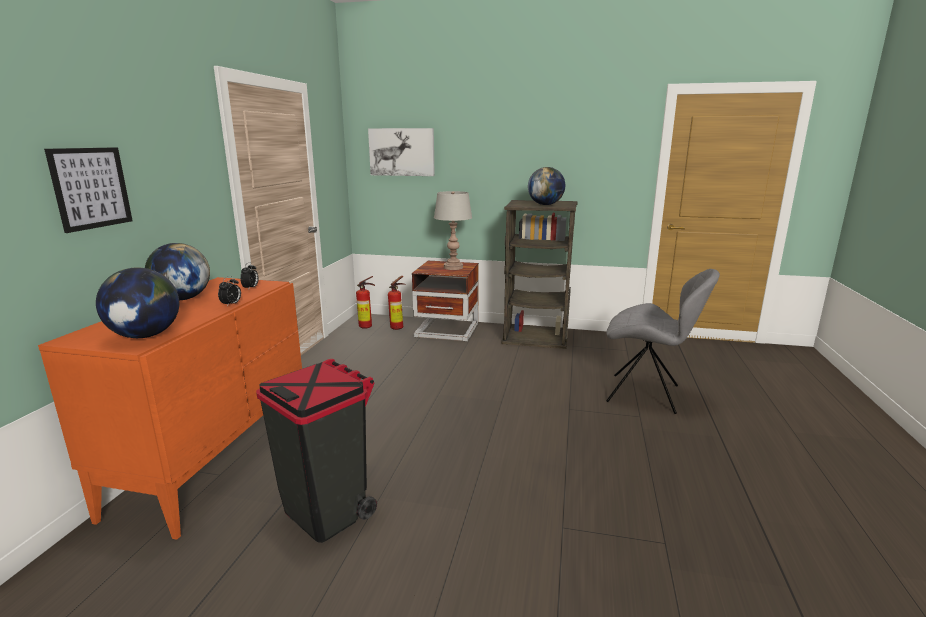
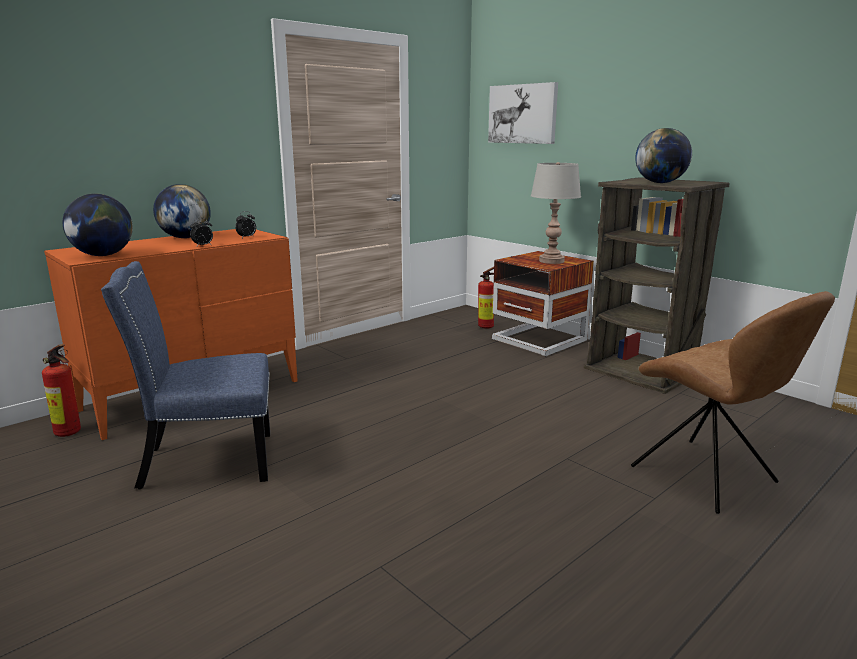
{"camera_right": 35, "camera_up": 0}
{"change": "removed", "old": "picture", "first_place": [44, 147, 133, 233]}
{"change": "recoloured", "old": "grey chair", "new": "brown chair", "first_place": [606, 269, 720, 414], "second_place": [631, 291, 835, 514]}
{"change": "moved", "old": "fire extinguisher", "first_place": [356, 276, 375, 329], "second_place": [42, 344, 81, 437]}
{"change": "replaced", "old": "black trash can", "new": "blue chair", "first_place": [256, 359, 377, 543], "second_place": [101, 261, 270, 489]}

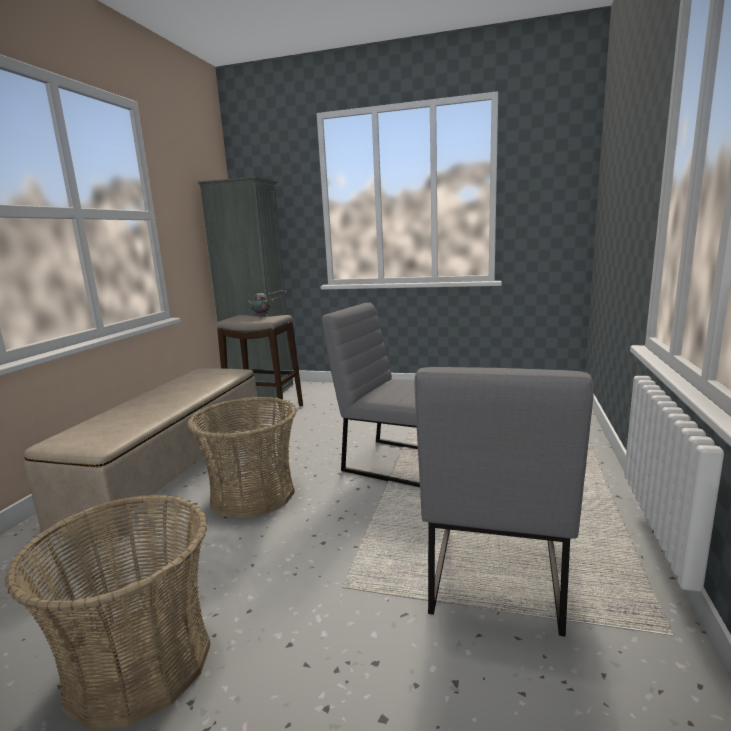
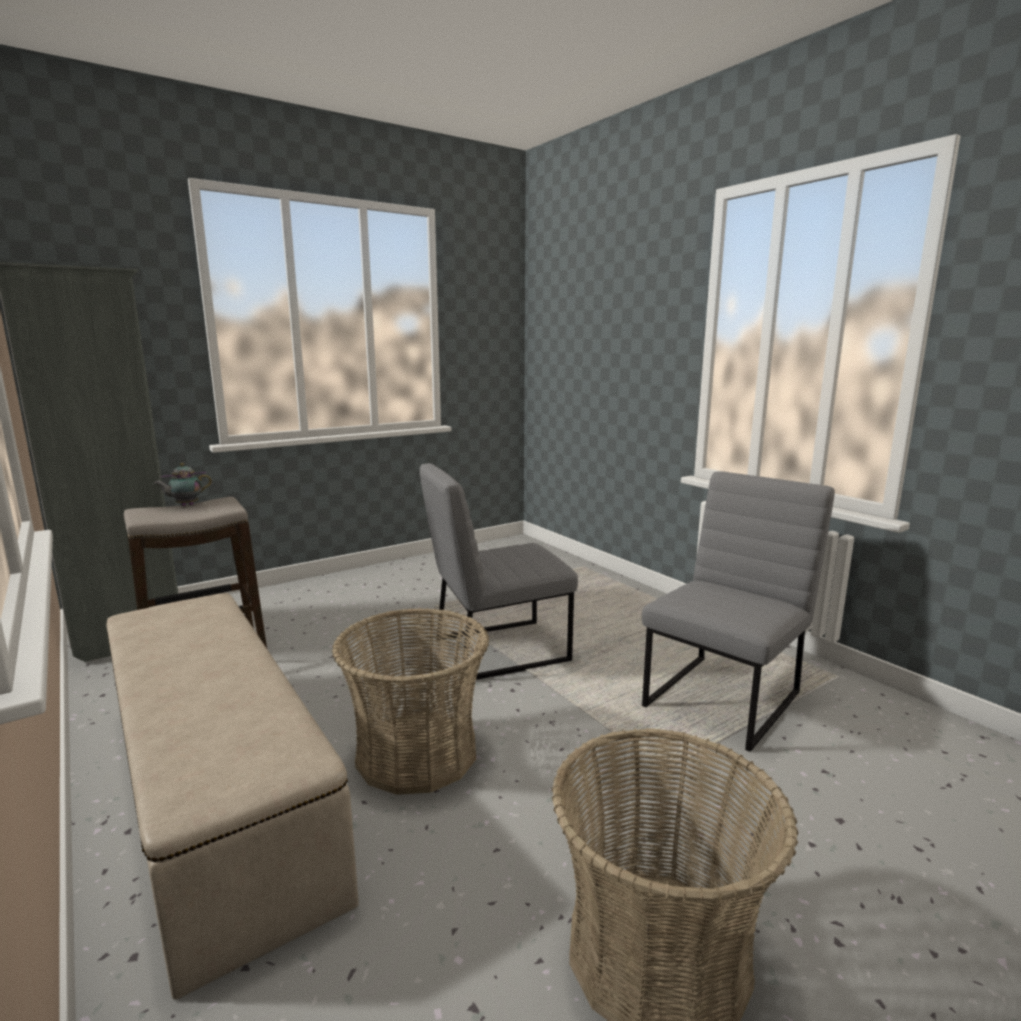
{"camera_right": -50, "camera_up": 0}
{"change": "turned", "old": "grey chair", "first_place": [415, 367, 594, 637], "second_place": [642, 471, 835, 752], "degrees": -105}

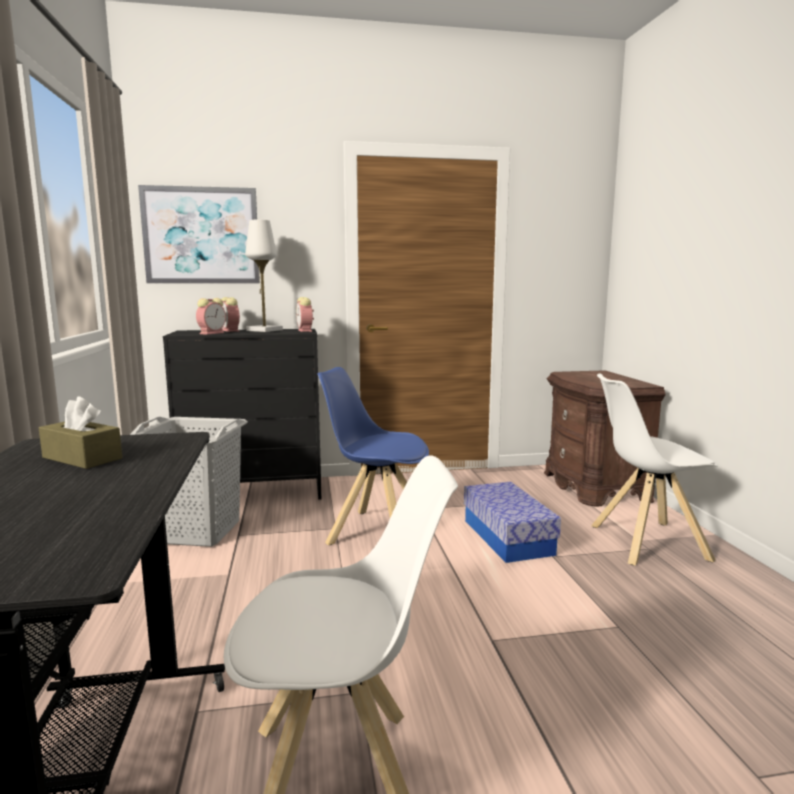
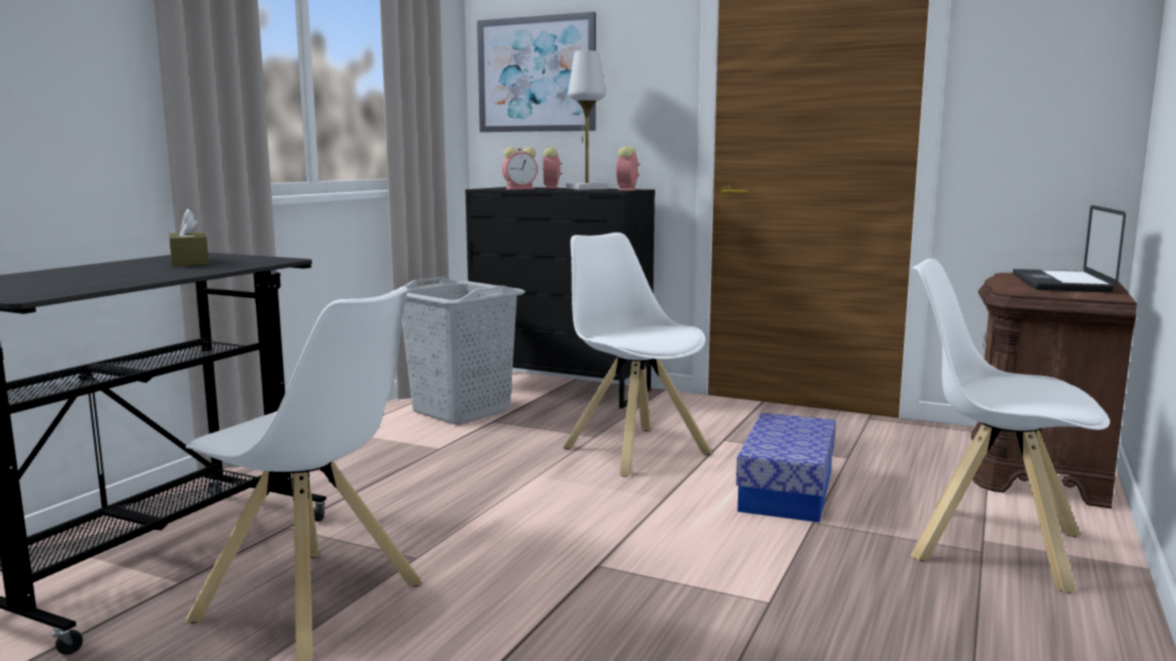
{"camera_right": 35, "camera_up": 0}
{"change": "recoloured", "old": "blue chair", "new": "white chair", "first_place": [317, 367, 429, 545], "second_place": [563, 232, 712, 477]}
{"change": "added", "new": "laptop", "second_place": [1013, 205, 1126, 292]}

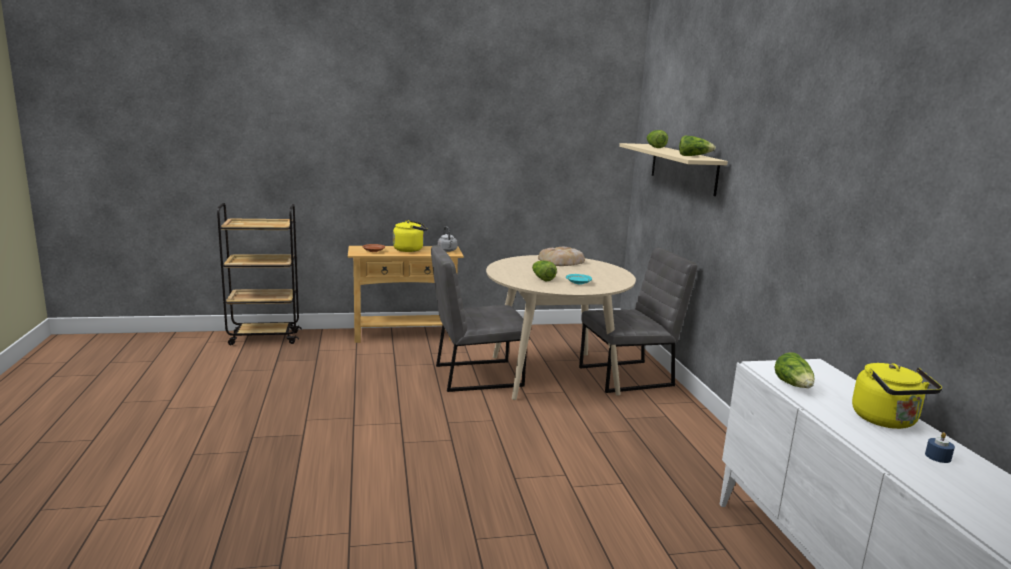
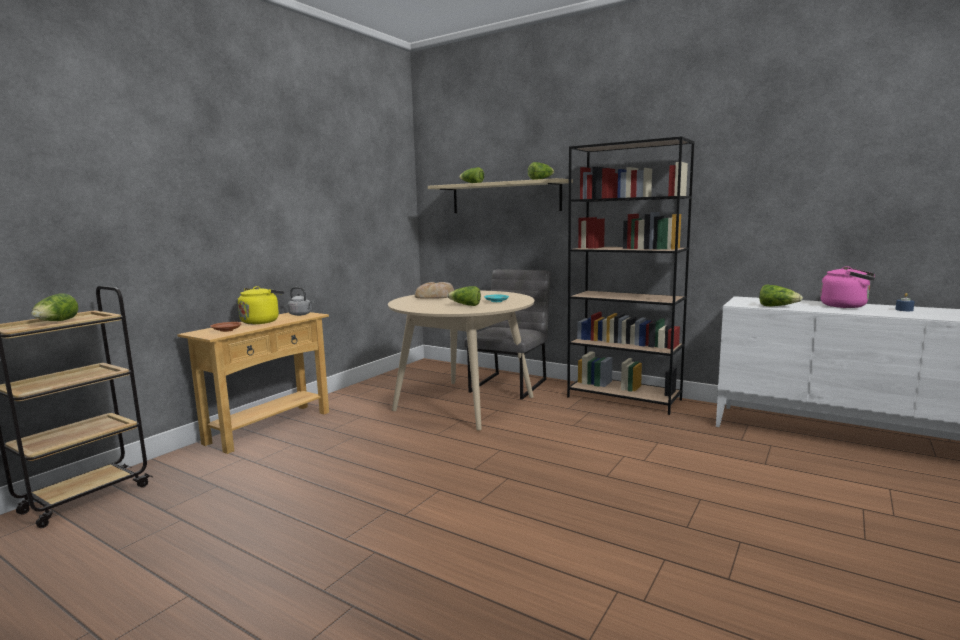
{"camera_right": -45, "camera_up": -5}
{"change": "removed", "old": "grey chair", "first_place": [431, 245, 527, 392]}
{"change": "recoloured", "old": "yellow kettle", "new": "pink kettle", "first_place": [852, 363, 942, 429], "second_place": [820, 266, 875, 308]}
{"change": "added", "new": "beige bookcase", "second_place": [567, 136, 694, 415]}
{"change": "added", "new": "lettuce", "second_place": [31, 293, 78, 321]}

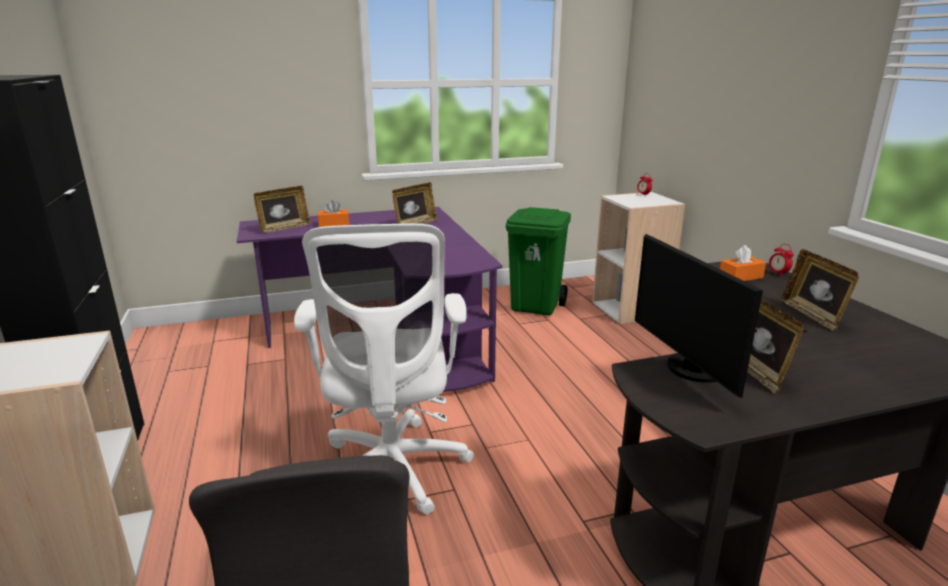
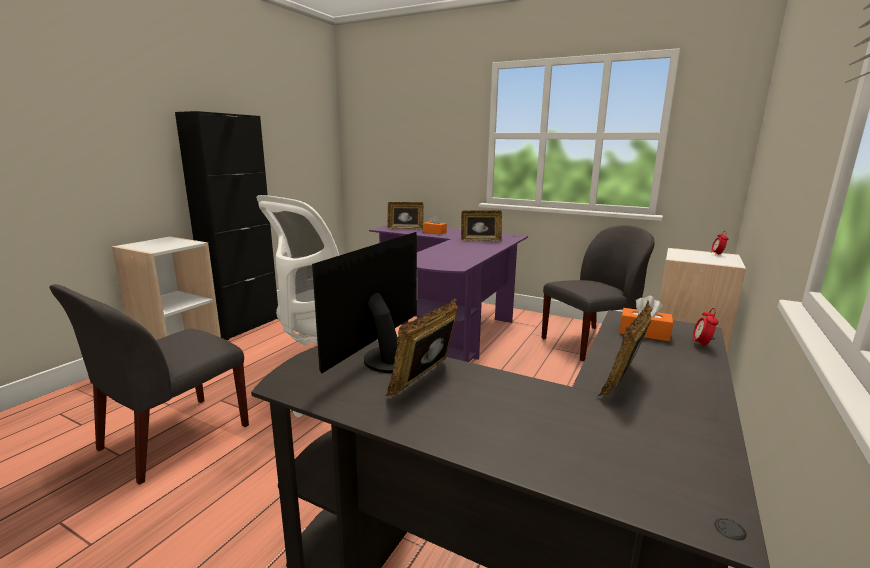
{"camera_right": 45, "camera_up": -5}
{"change": "replaced", "old": "green trash can", "new": "grey chair", "first_place": [506, 207, 571, 316], "second_place": [542, 225, 655, 361]}

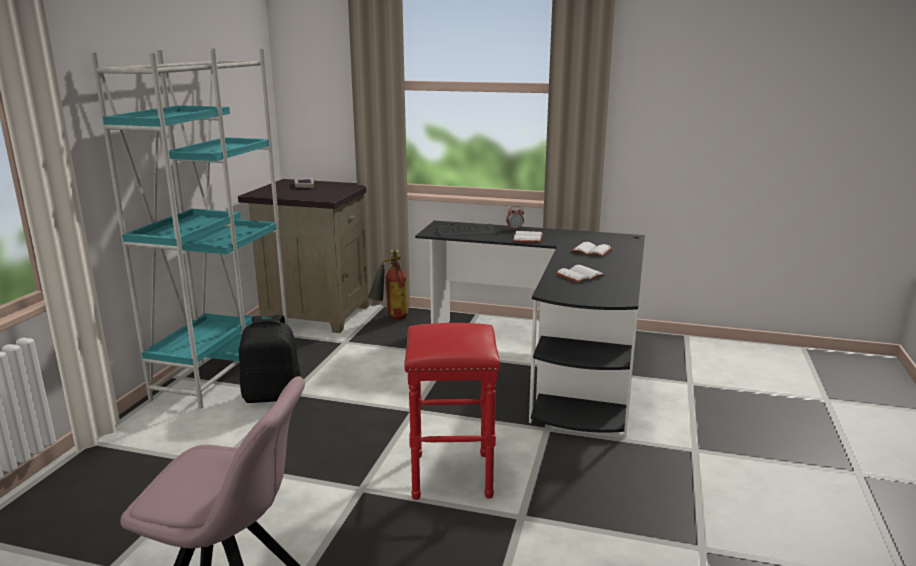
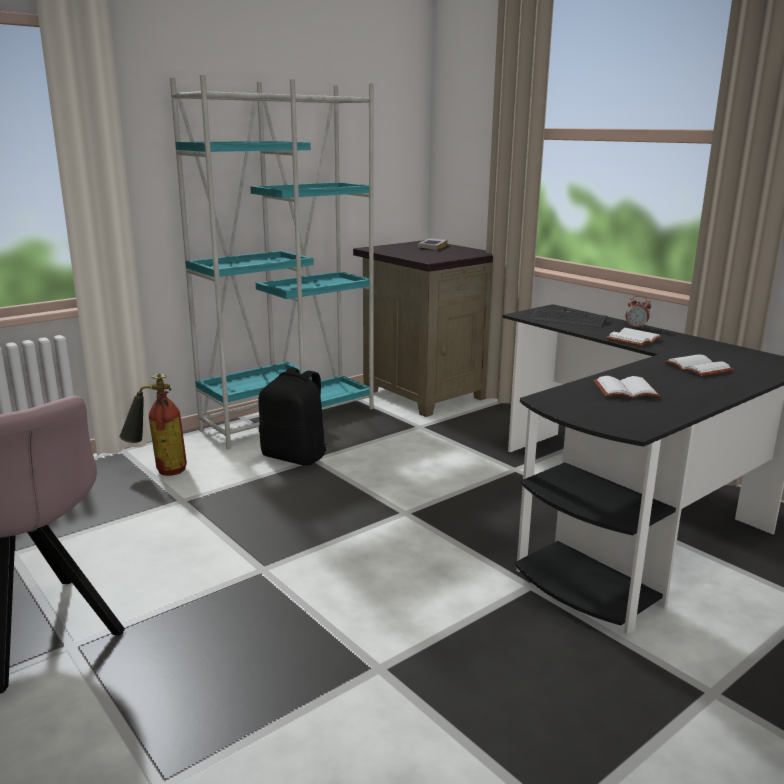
{"camera_right": 35, "camera_up": 0}
{"change": "moved", "old": "fire extinguisher", "first_place": [368, 249, 408, 320], "second_place": [119, 374, 187, 476]}
{"change": "removed", "old": "red stool", "first_place": [404, 323, 500, 500]}

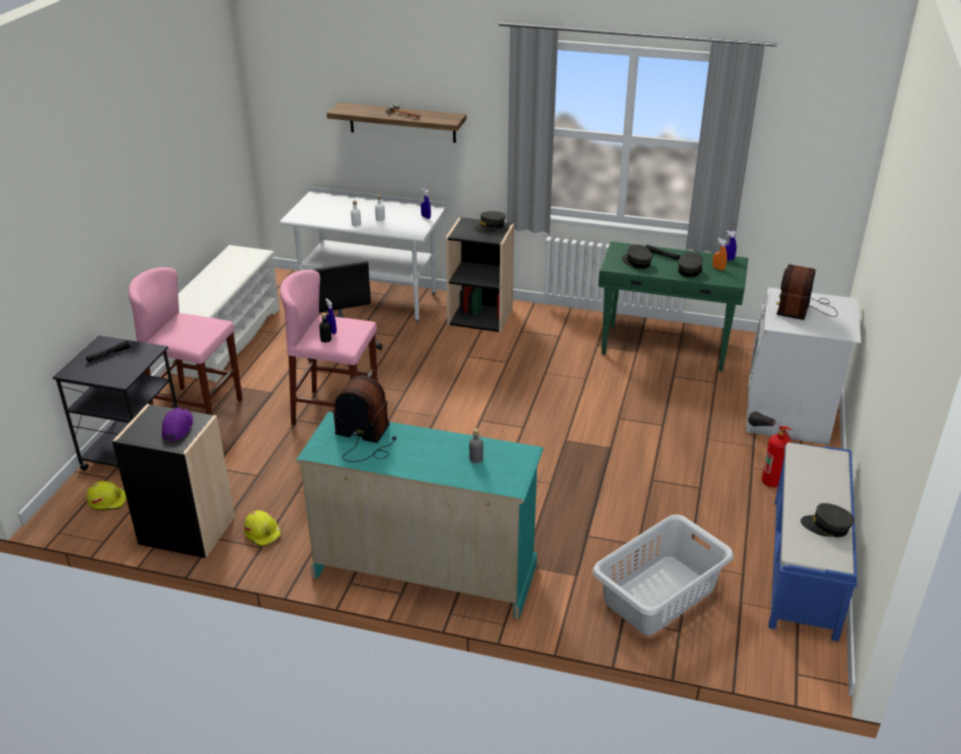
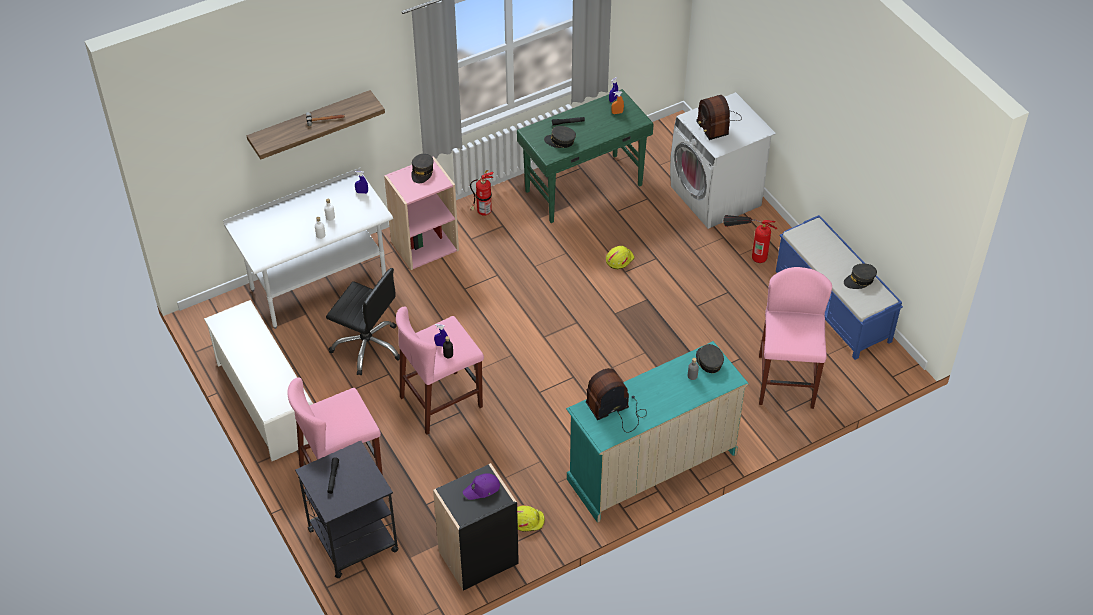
{"camera_right": -45, "camera_up": 15}
{"change": "recoloured", "old": "black bookcase", "new": "pink bookcase", "first_place": [445, 217, 514, 332], "second_place": [384, 156, 459, 270]}
{"change": "moved", "old": "grey cap", "first_place": [678, 252, 703, 278], "second_place": [696, 344, 724, 373]}
{"change": "turned", "old": "purple cap", "first_place": [162, 408, 193, 441], "second_place": [463, 473, 500, 500], "degrees": -75}
{"change": "moved", "old": "yellow hard hat", "first_place": [86, 481, 127, 510], "second_place": [606, 246, 634, 269]}
{"change": "replaced", "old": "grey laundry basket", "new": "pink stool", "first_place": [592, 515, 734, 635], "second_place": [759, 267, 832, 409]}
{"change": "added", "new": "fire extinguisher", "second_place": [470, 170, 494, 216]}

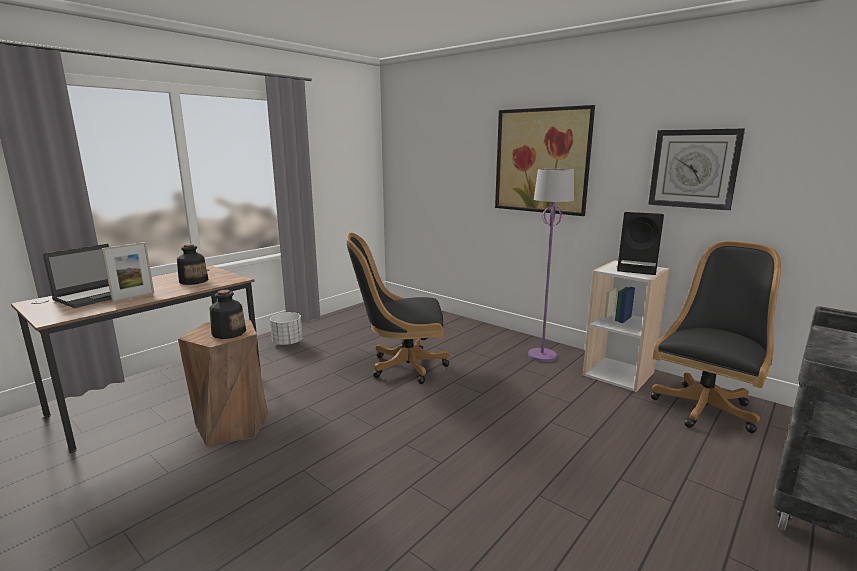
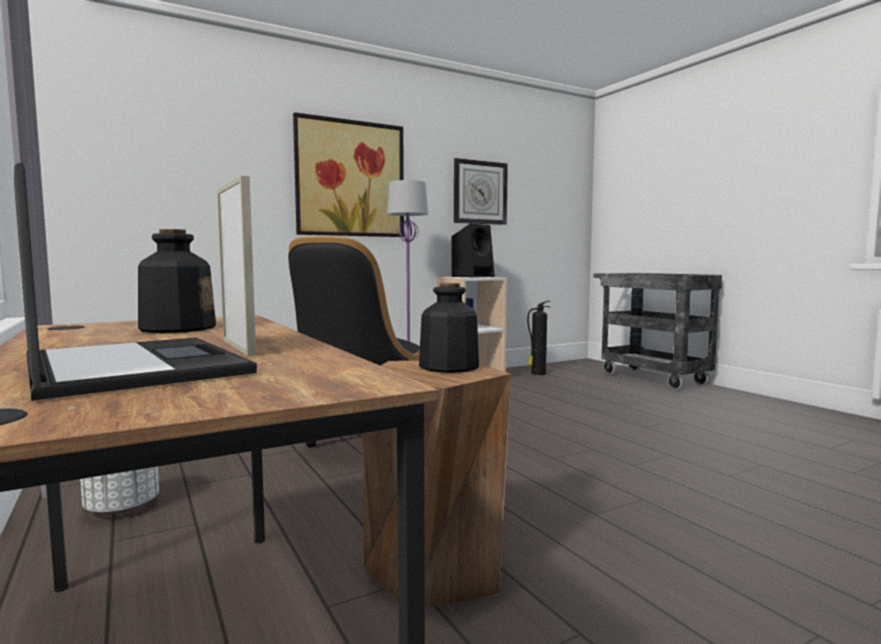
{"camera_right": -70, "camera_up": -10}
{"change": "replaced", "old": "black office chair", "new": "fire extinguisher", "first_place": [651, 241, 781, 433], "second_place": [527, 301, 551, 375]}

